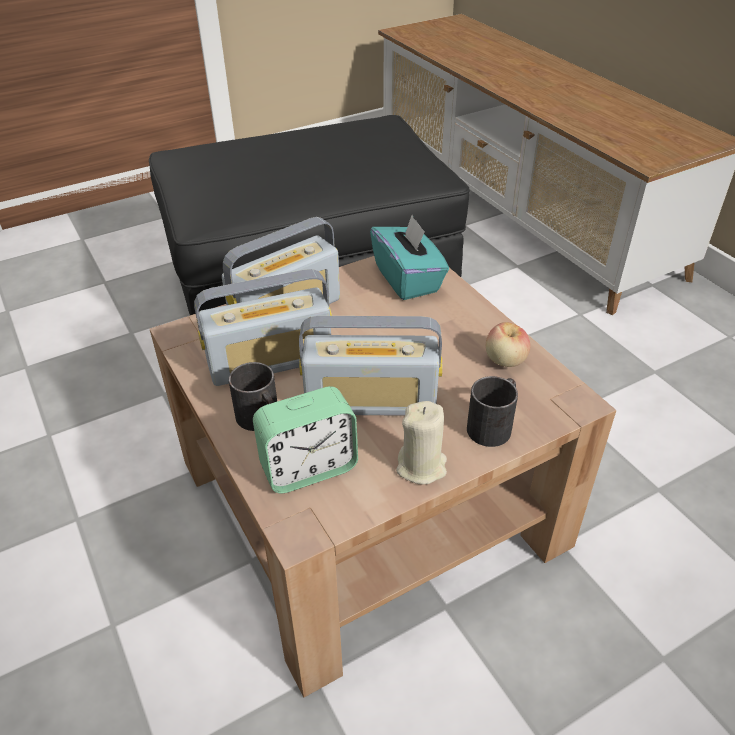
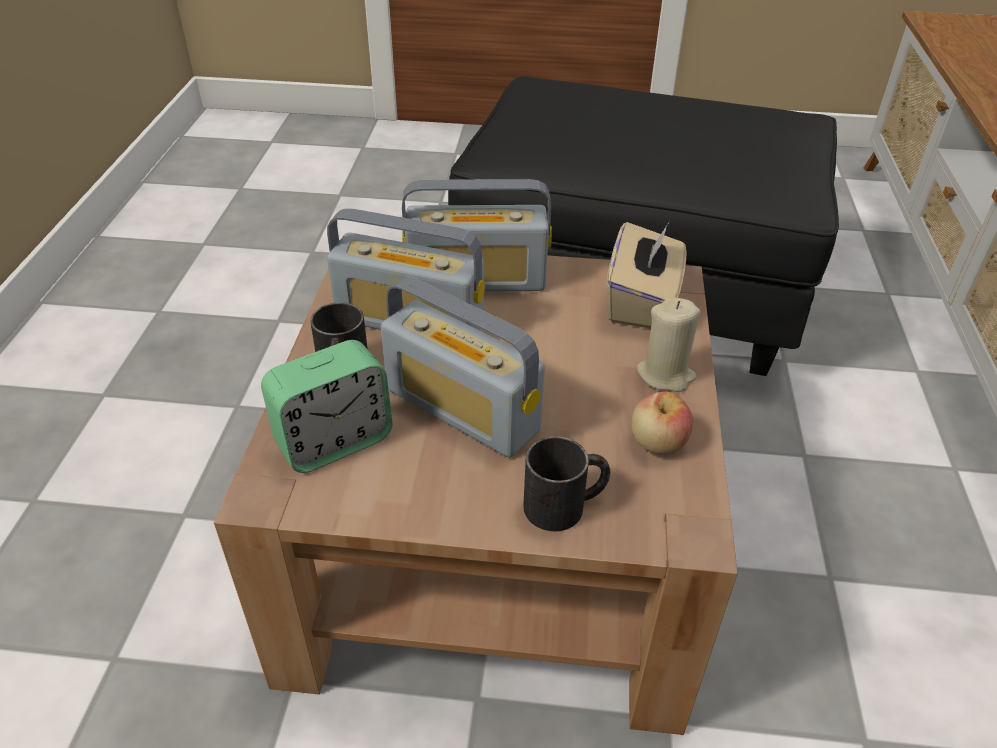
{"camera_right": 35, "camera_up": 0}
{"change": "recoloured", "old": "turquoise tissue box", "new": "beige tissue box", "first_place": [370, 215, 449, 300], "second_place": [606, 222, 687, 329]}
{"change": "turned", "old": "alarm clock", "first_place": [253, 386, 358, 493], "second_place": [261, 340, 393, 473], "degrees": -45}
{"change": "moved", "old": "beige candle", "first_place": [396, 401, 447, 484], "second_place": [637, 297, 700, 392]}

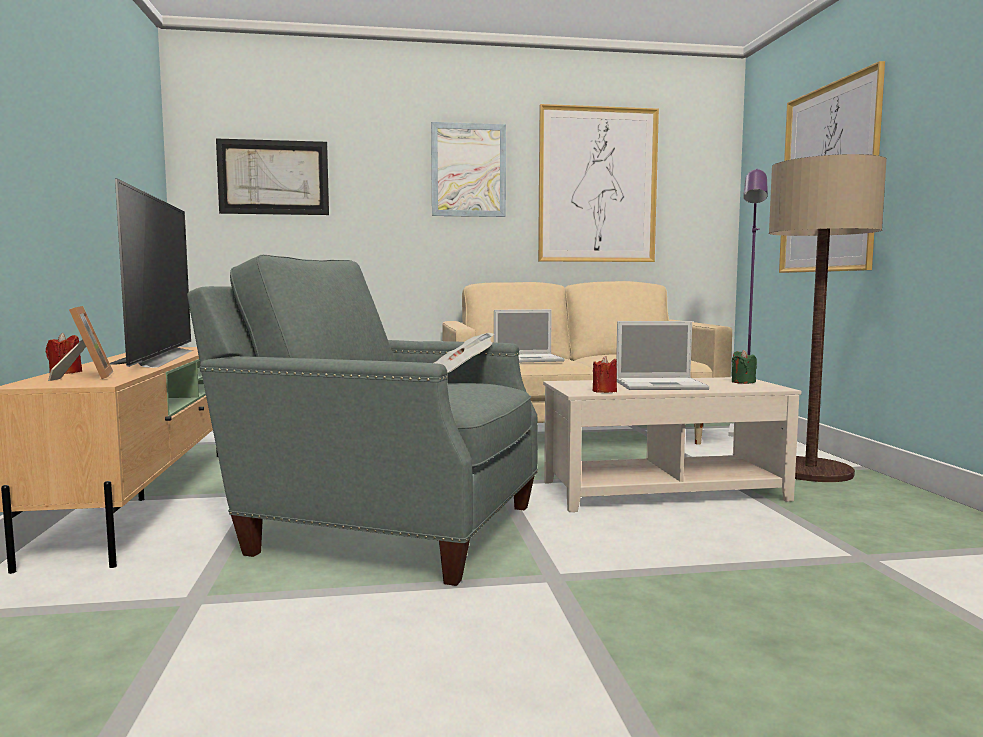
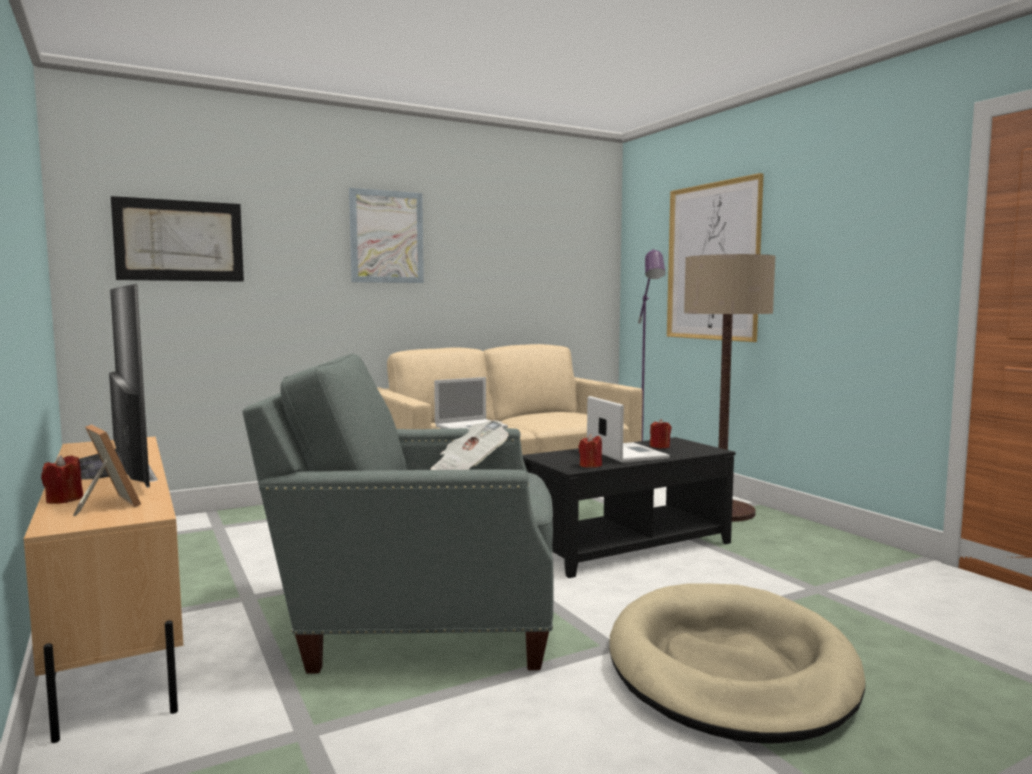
{"camera_right": -20, "camera_up": 0}
{"change": "removed", "old": "picture", "first_place": [538, 104, 659, 262]}
{"change": "turned", "old": "laptop", "first_place": [616, 321, 709, 390], "second_place": [587, 396, 670, 463], "degrees": -90}
{"change": "removed", "old": "green candle", "first_place": [732, 350, 757, 384]}
{"change": "recoloured", "old": "beige coffee table", "new": "black coffee table", "first_place": [543, 377, 801, 512], "second_place": [522, 437, 735, 578]}
{"change": "added", "new": "red candle", "second_place": [650, 419, 671, 448]}
{"change": "added", "new": "beige dog bed", "second_place": [609, 584, 866, 743]}

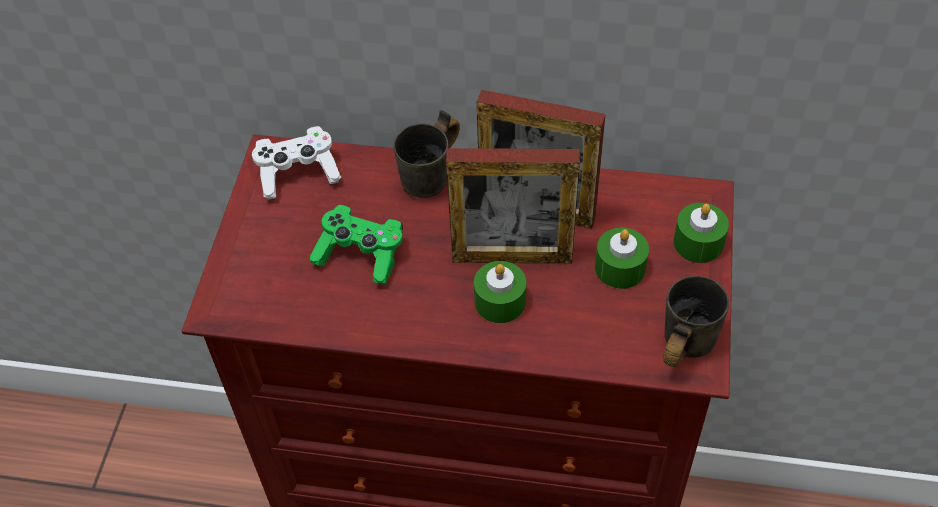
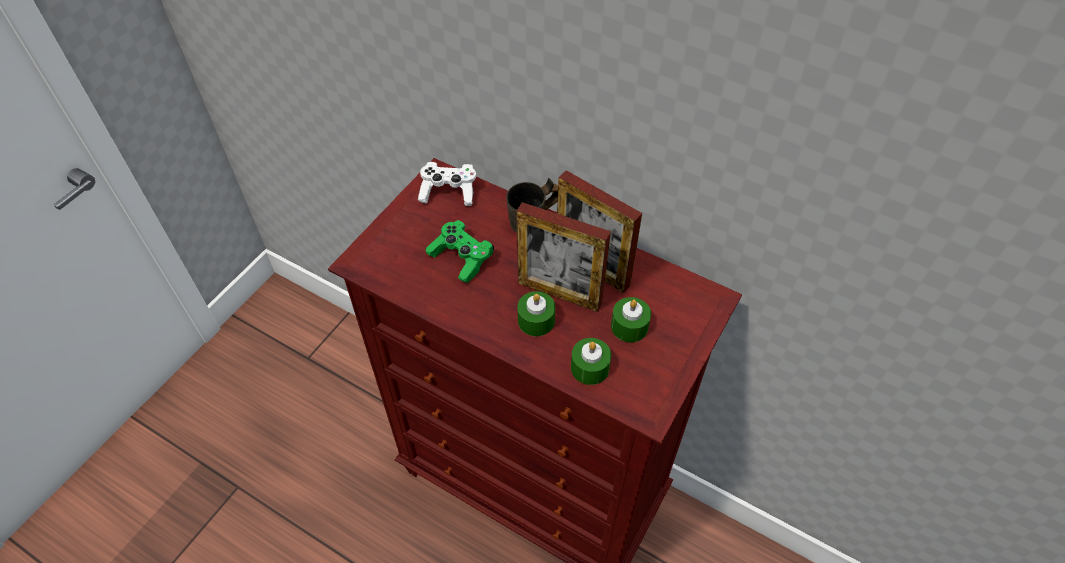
{"camera_right": 20, "camera_up": 0}
{"change": "moved", "old": "green candle", "first_place": [673, 203, 729, 263], "second_place": [571, 338, 611, 385]}
{"change": "removed", "old": "grey mug", "first_place": [663, 276, 729, 367]}

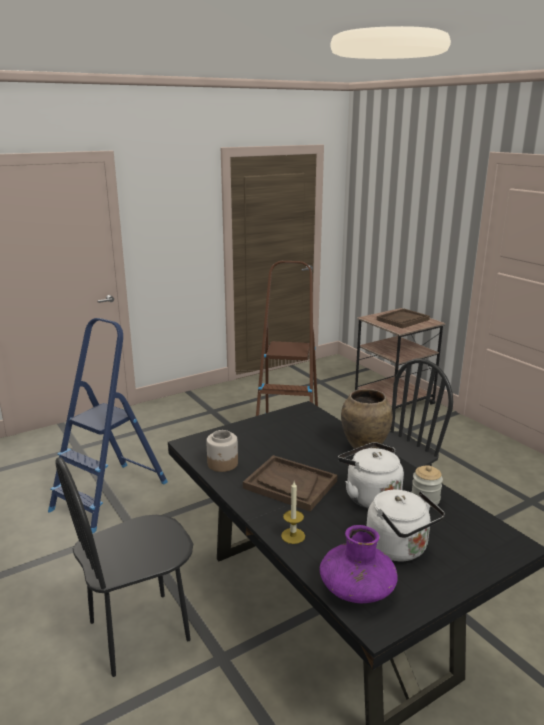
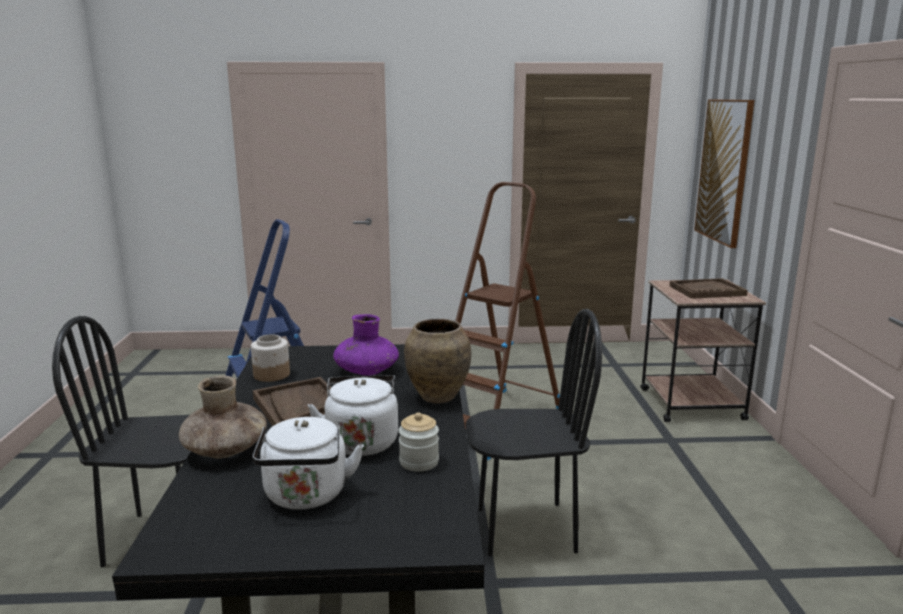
{"camera_right": 30, "camera_up": -5}
{"change": "replaced", "old": "candle", "new": "brown vase", "first_place": [281, 482, 305, 544], "second_place": [179, 376, 267, 458]}
{"change": "moved", "old": "purple vase", "first_place": [320, 525, 397, 603], "second_place": [333, 314, 399, 376]}
{"change": "added", "new": "picture", "second_place": [694, 100, 754, 248]}

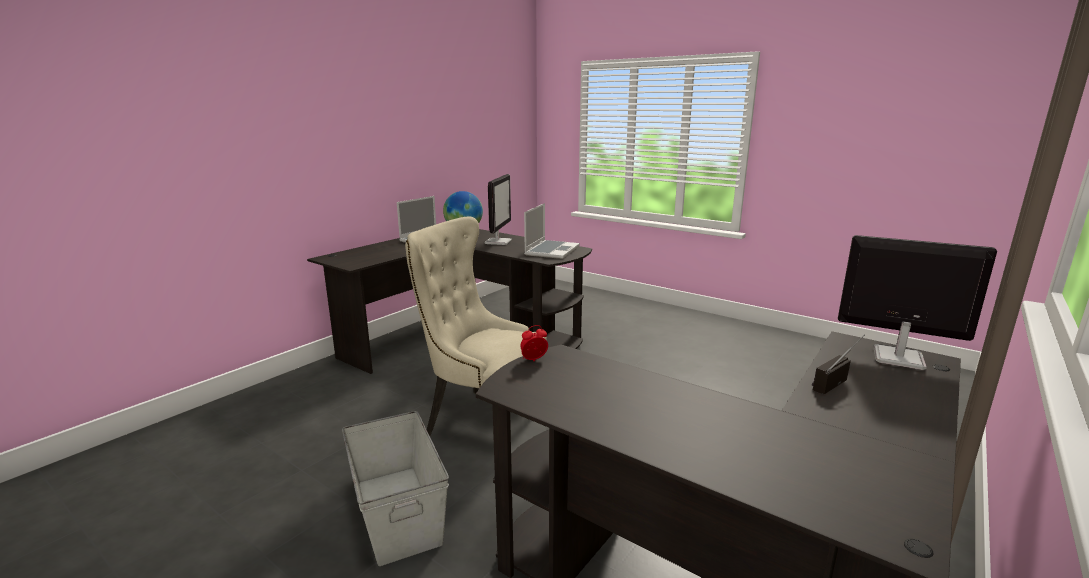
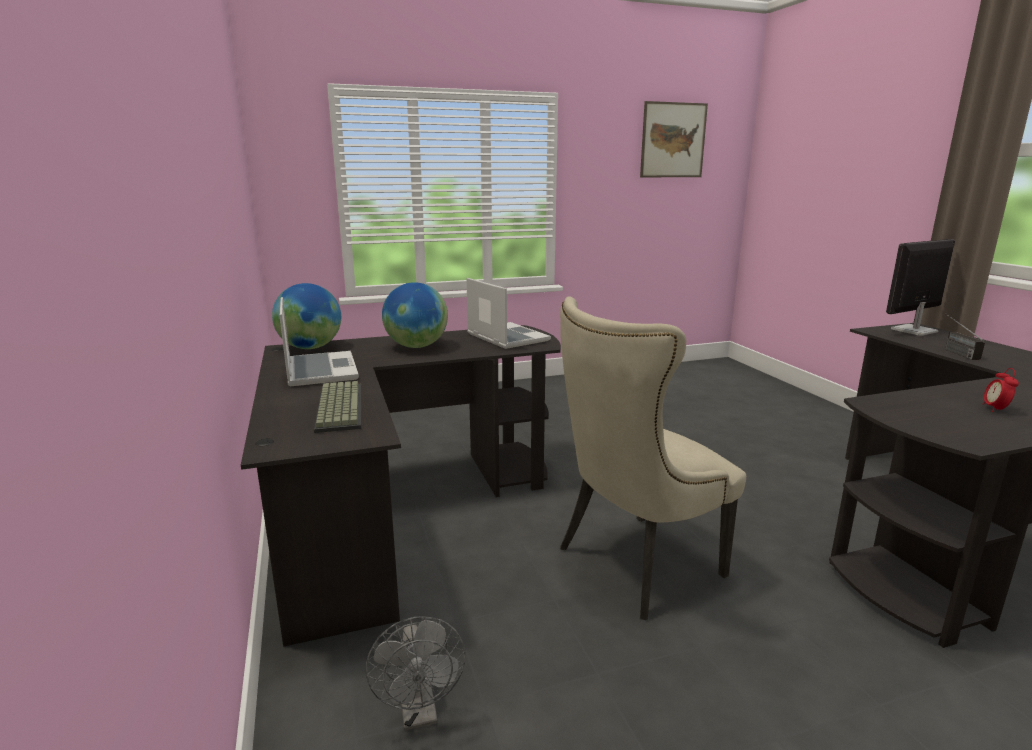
{"camera_right": -55, "camera_up": 0}
{"change": "replaced", "old": "monitor", "new": "globe", "first_place": [485, 174, 512, 245], "second_place": [382, 282, 448, 348]}
{"change": "moved", "old": "alarm clock", "first_place": [521, 325, 548, 361], "second_place": [983, 368, 1019, 412]}
{"change": "removed", "old": "grey storage box", "first_place": [342, 411, 449, 566]}
{"change": "added", "new": "picture", "second_place": [640, 101, 708, 177]}
{"change": "added", "new": "keyboard", "second_place": [314, 381, 362, 433]}
{"change": "added", "new": "grey fan", "second_place": [366, 616, 466, 730]}

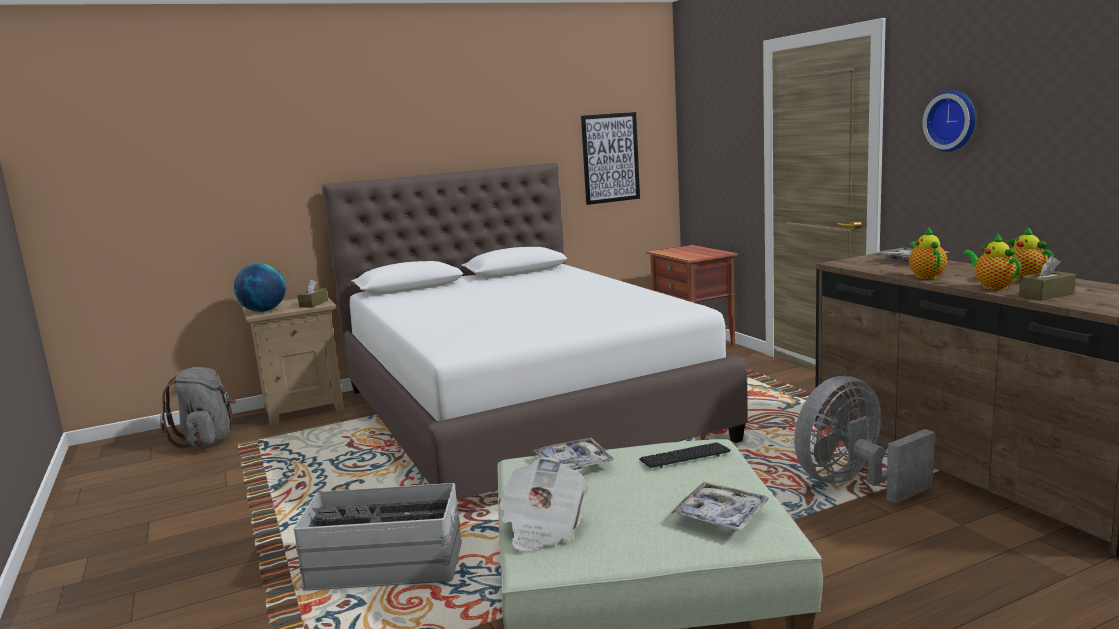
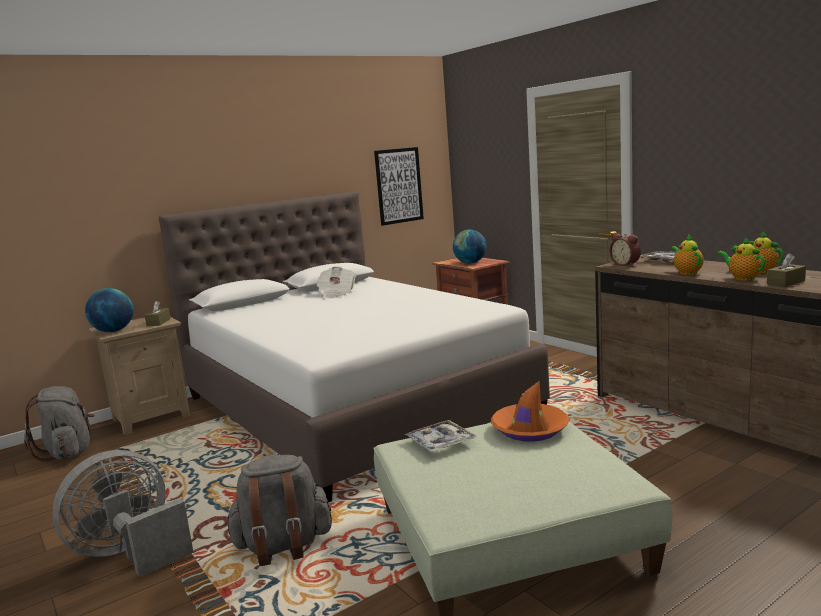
{"camera_right": -10, "camera_up": 0}
{"change": "removed", "old": "wall clock", "first_place": [922, 90, 976, 152]}
{"change": "moved", "old": "grey fan", "first_place": [794, 376, 935, 503], "second_place": [52, 450, 193, 577]}
{"change": "replaced", "old": "keyboard", "new": "orange hat", "first_place": [639, 442, 731, 468], "second_place": [491, 381, 570, 442]}
{"change": "moved", "old": "newspaper", "first_place": [499, 457, 589, 551], "second_place": [316, 266, 356, 299]}
{"change": "removed", "old": "tray", "first_place": [671, 482, 769, 531]}
{"change": "replaced", "old": "grey storage box", "new": "grey backpack", "first_place": [293, 483, 462, 591], "second_place": [225, 455, 332, 566]}
{"change": "added", "new": "globe", "second_place": [453, 230, 487, 264]}
{"change": "added", "new": "alarm clock", "second_place": [610, 233, 641, 266]}

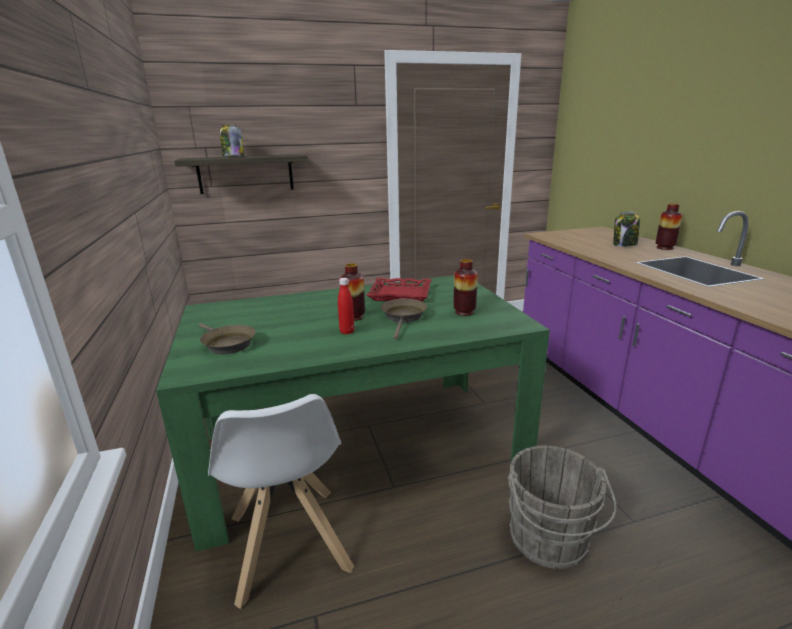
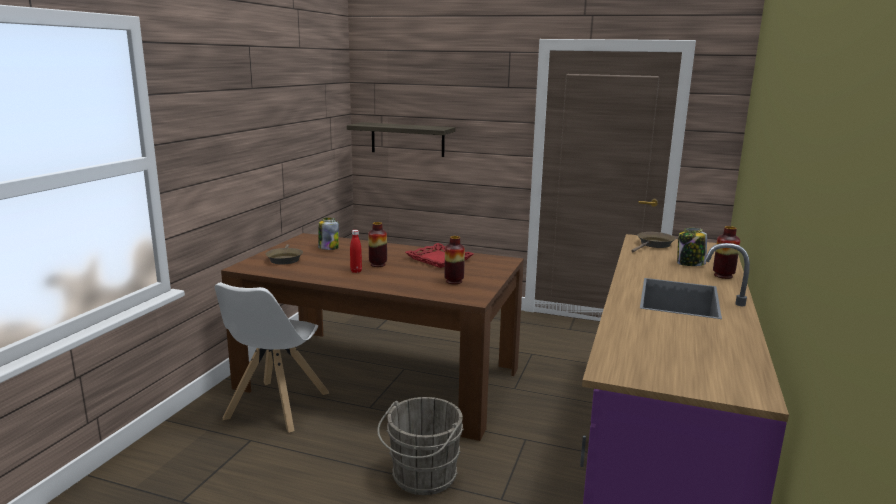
{"camera_right": 35, "camera_up": -5}
{"change": "moved", "old": "jar", "first_place": [219, 124, 244, 157], "second_place": [318, 218, 339, 250]}
{"change": "recoloured", "old": "green dining table", "new": "brown dining table", "first_place": [156, 275, 550, 552], "second_place": [221, 233, 524, 441]}
{"change": "moved", "old": "brown frying pan", "first_place": [381, 299, 427, 339], "second_place": [632, 232, 676, 252]}

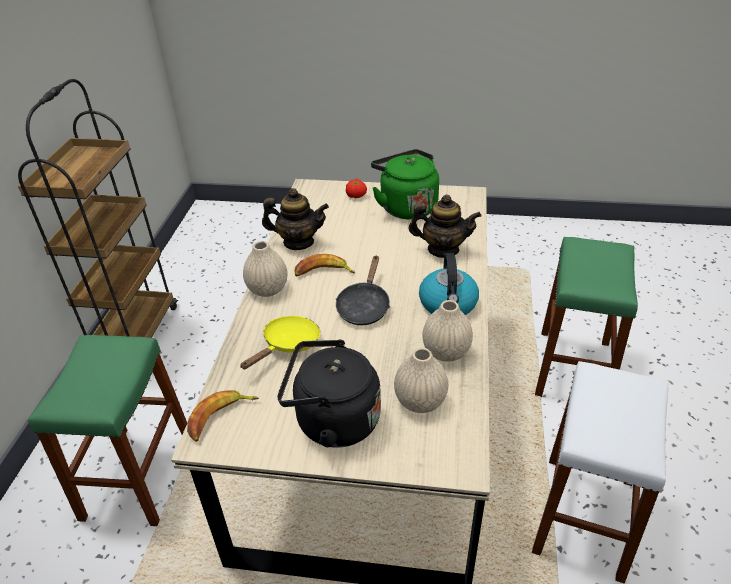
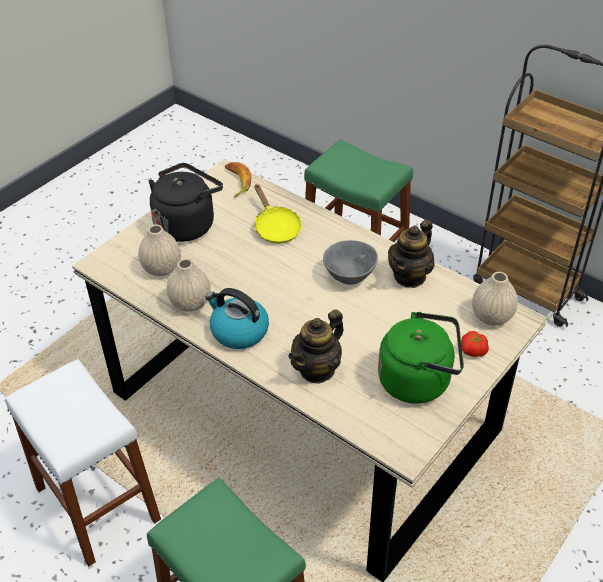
{"camera_right": 120, "camera_up": 5}
{"change": "moved", "old": "beige vase", "first_place": [243, 241, 287, 297], "second_place": [472, 272, 518, 325]}
{"change": "replaced", "old": "banana", "new": "grey bowl", "first_place": [294, 254, 355, 276], "second_place": [323, 240, 378, 285]}
{"change": "removed", "old": "black frying pan", "first_place": [336, 255, 390, 325]}

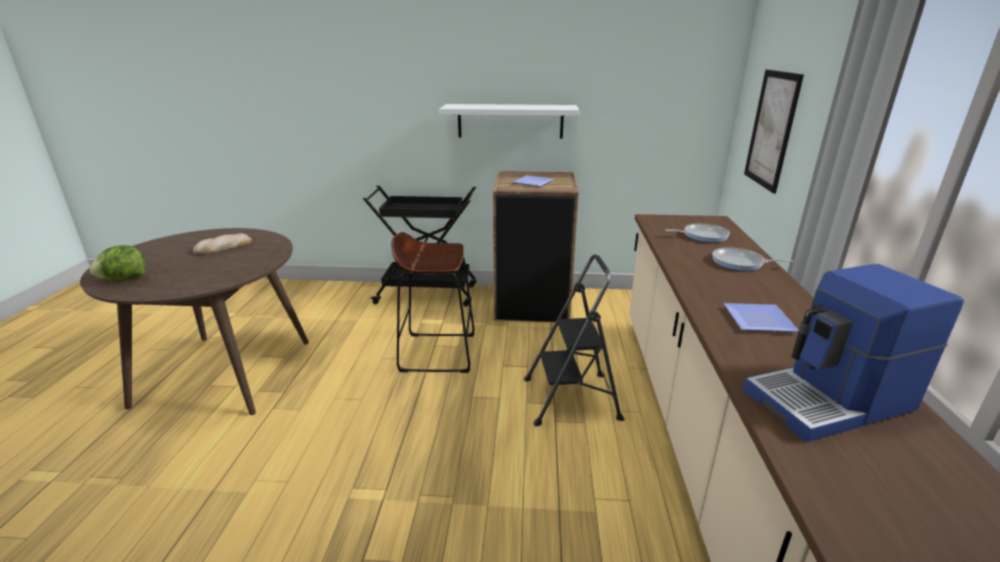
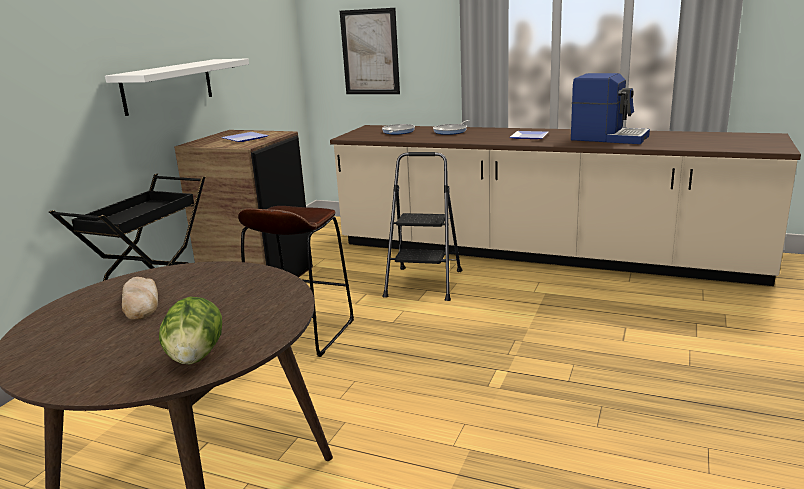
{"camera_right": -70, "camera_up": -5}
{"change": "turned", "old": "coffee machine", "first_place": [743, 264, 964, 442], "second_place": [571, 73, 650, 144], "degrees": -60}

